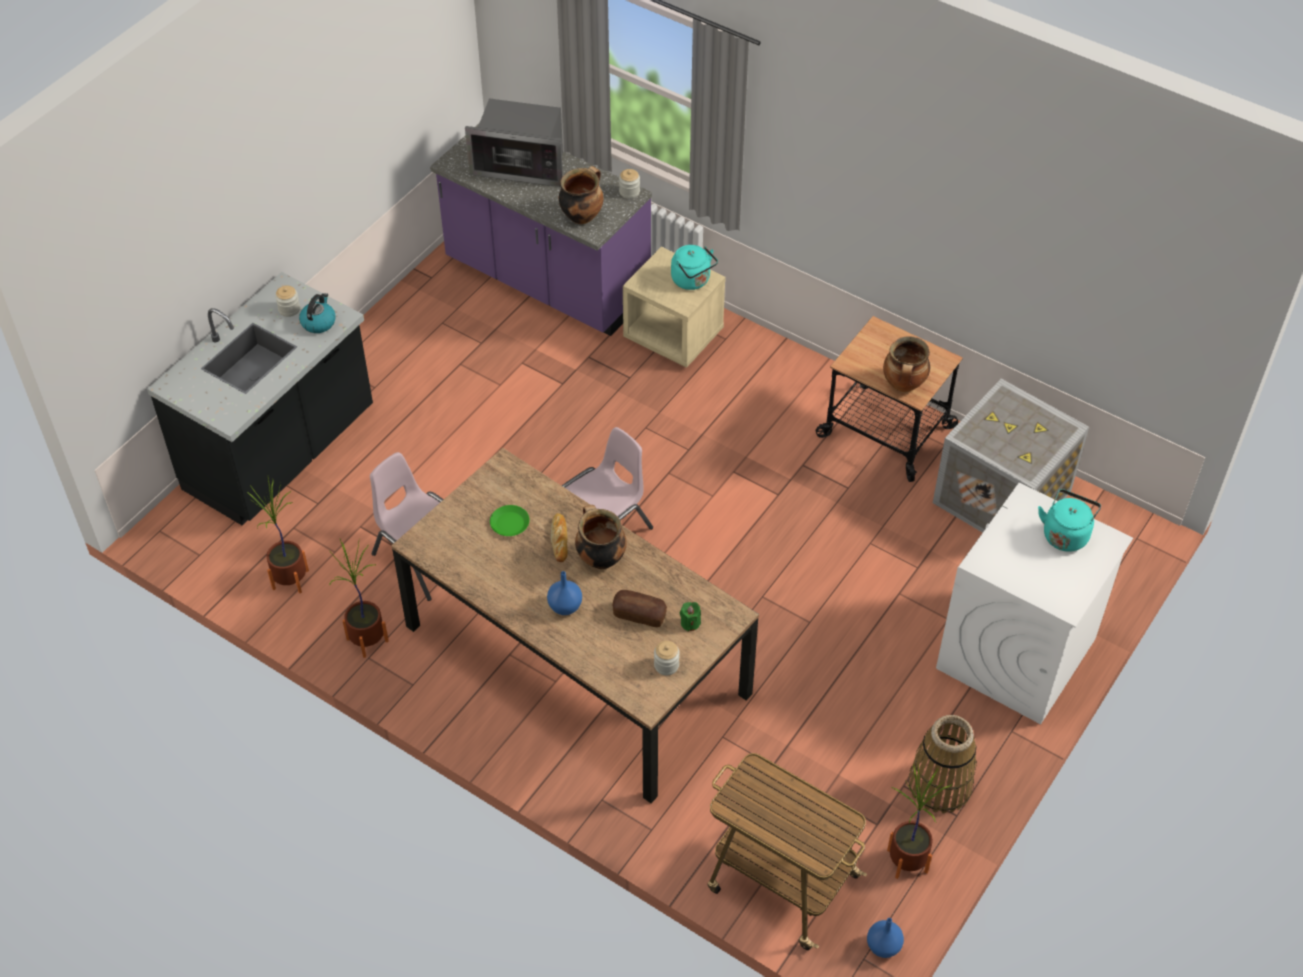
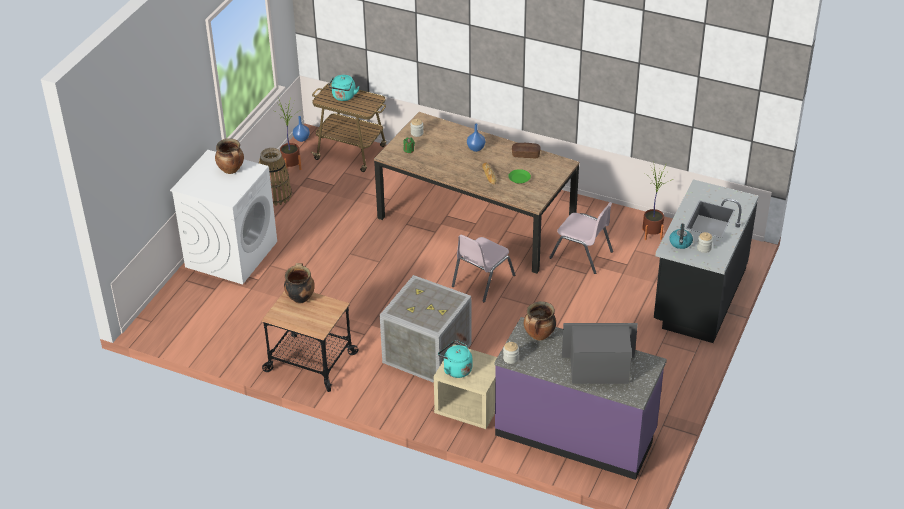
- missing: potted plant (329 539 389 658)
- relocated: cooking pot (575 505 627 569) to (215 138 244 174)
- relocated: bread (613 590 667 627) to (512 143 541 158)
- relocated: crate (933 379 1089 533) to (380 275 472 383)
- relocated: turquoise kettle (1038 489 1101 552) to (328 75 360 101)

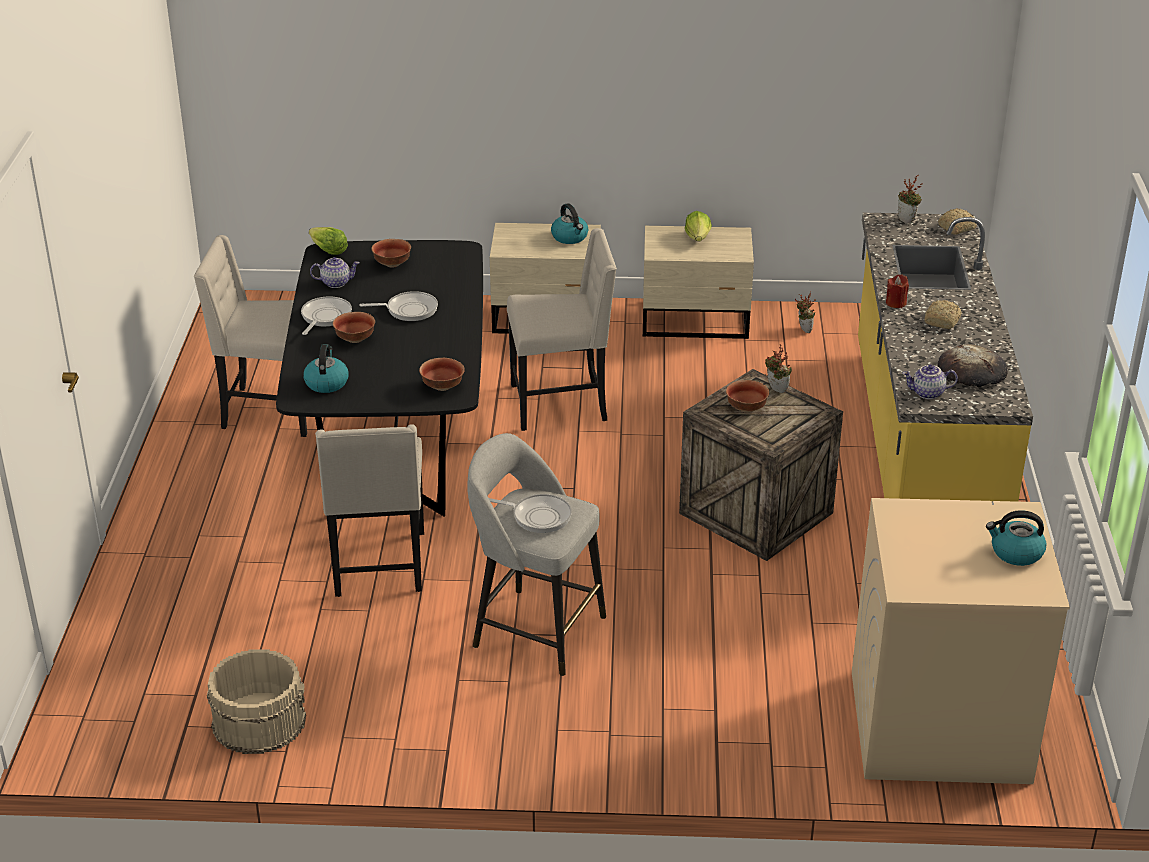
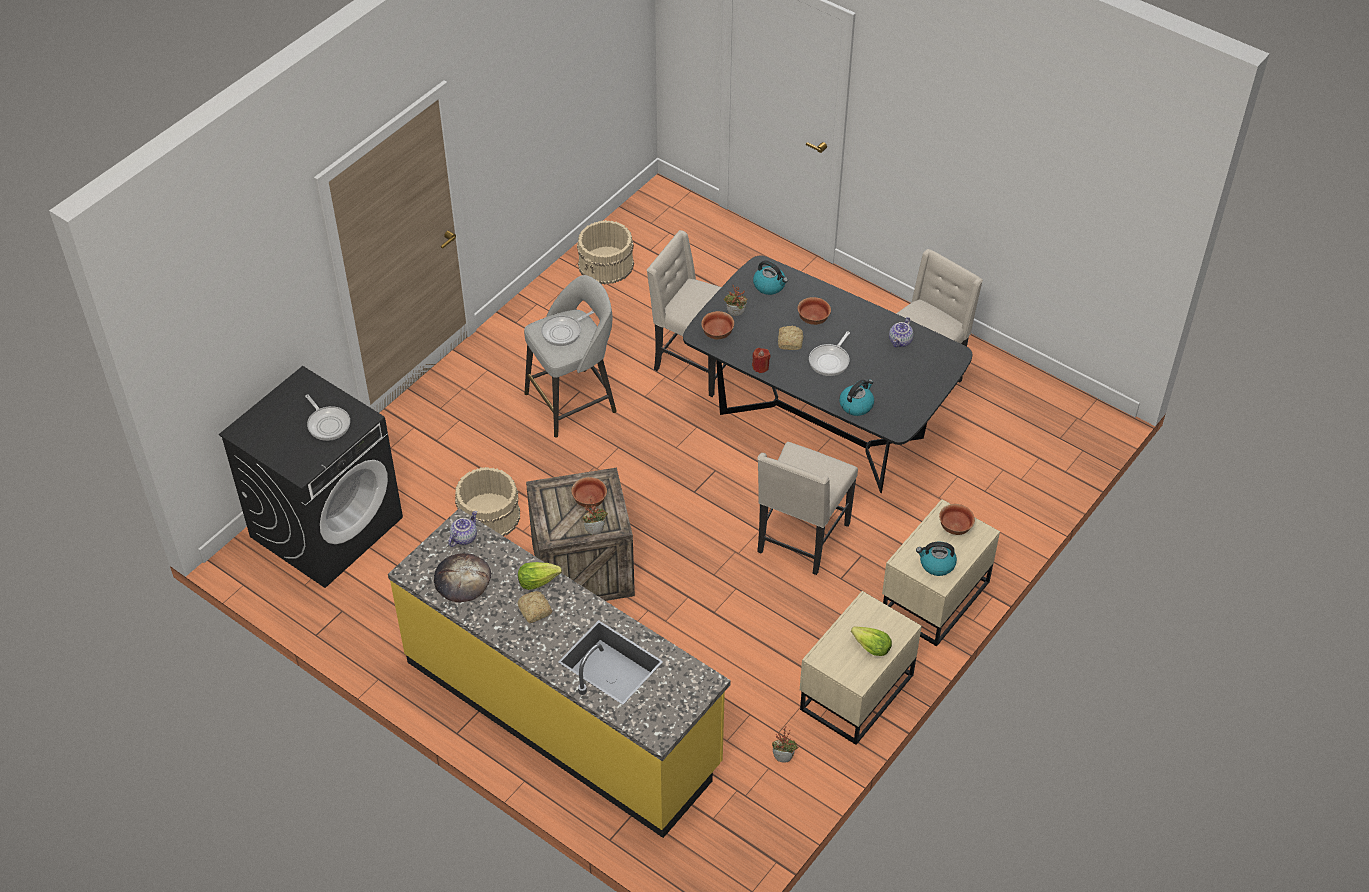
- appeared: beige bucket (455 467 520 536)
- relocated: frying pan (301 296 352 335) to (305 394 350 441)
- relocated: lettuce (309 227 348 255) to (518 562 562 590)
- relocated: bowl (371 239 411 268) to (939 504 975 535)
- relocated: red candle (886 274 909 308) to (752 348 770 373)
- relocated: potted plant (898 175 922 224) to (724 284 747 316)
- relocated: bread (938 208 977 235) to (778 326 803 350)
- relocated: kettle (986 510 1047 566) to (839 379 874 416)
- colour: beige washing machine (852 498 1070 784) to black washing machine (219 366 403 588)

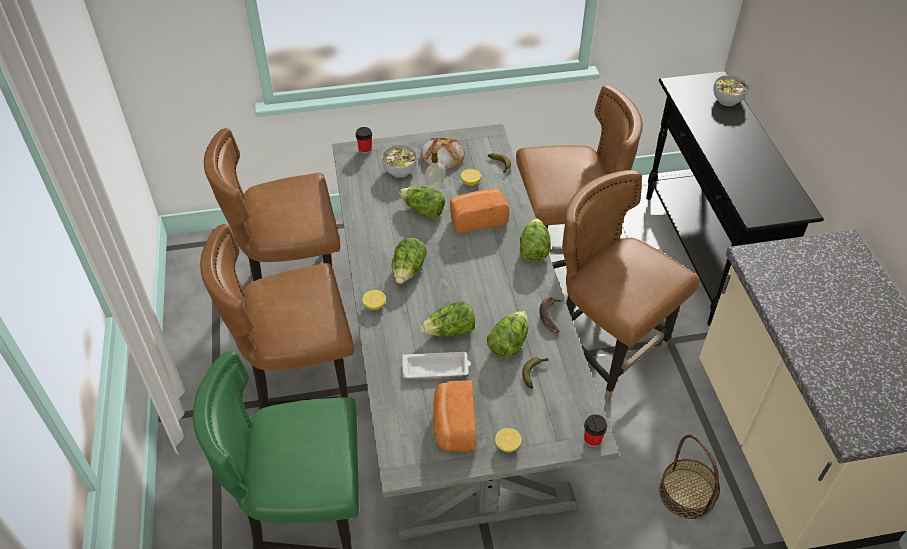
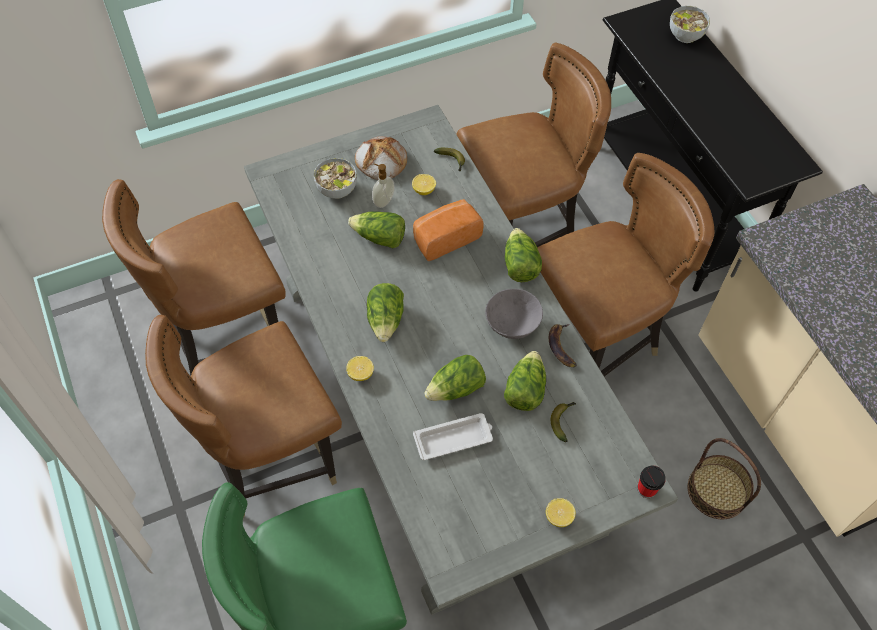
- missing: cup (355 127 372 154)
- missing: bread (433 380 476 452)
- appeared: grey bowl (485 289 543 339)
- spun: brown chair (562 170 700 401) = (537 153 714 376) 120 degrees clockwise

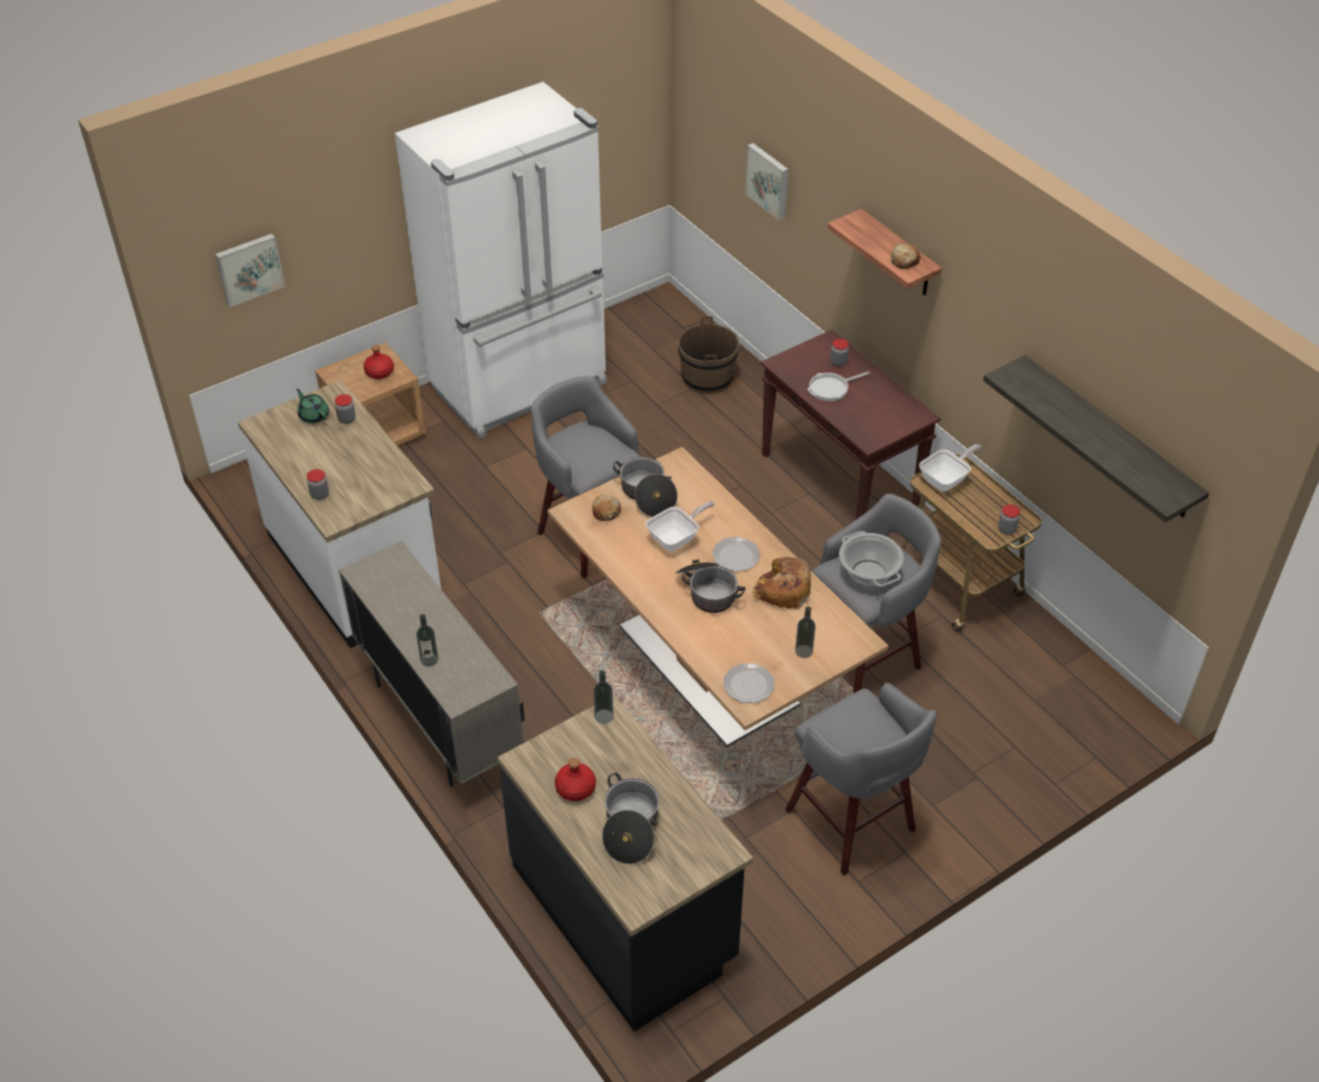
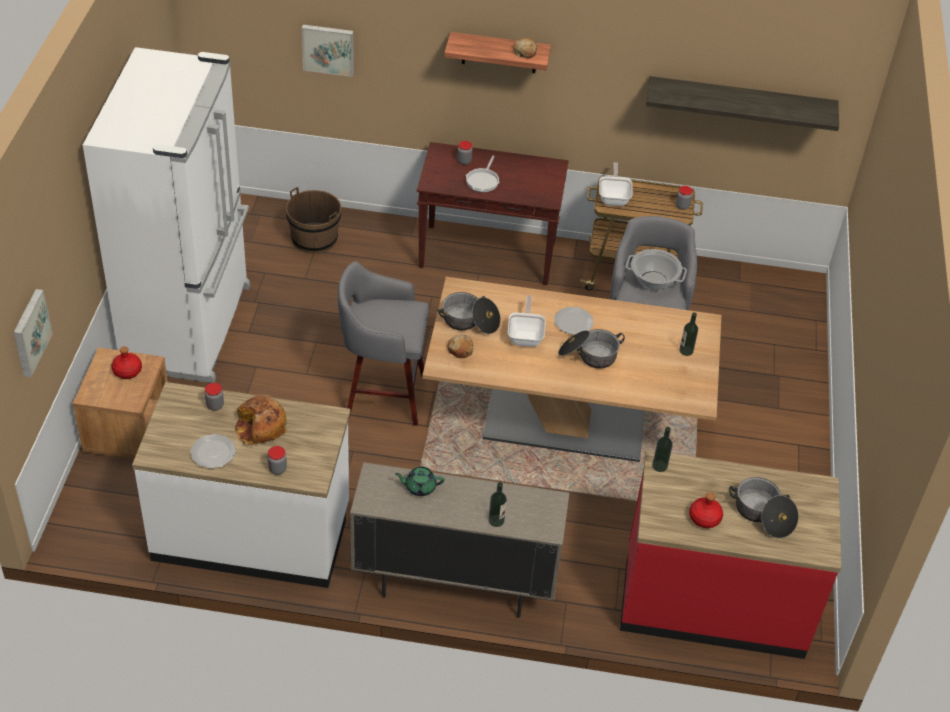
- missing: grey stool (785 683 937 876)
- relocated: green teapot (296 389 329 423) to (395 467 444 496)
- relocated: plate (724 663 775 703) to (190 434 236 469)
- relocated: bread (752 557 811 609) to (235 394 287 446)
- colour: black counter (497 695 753 1032) to red counter (620 450 841 659)

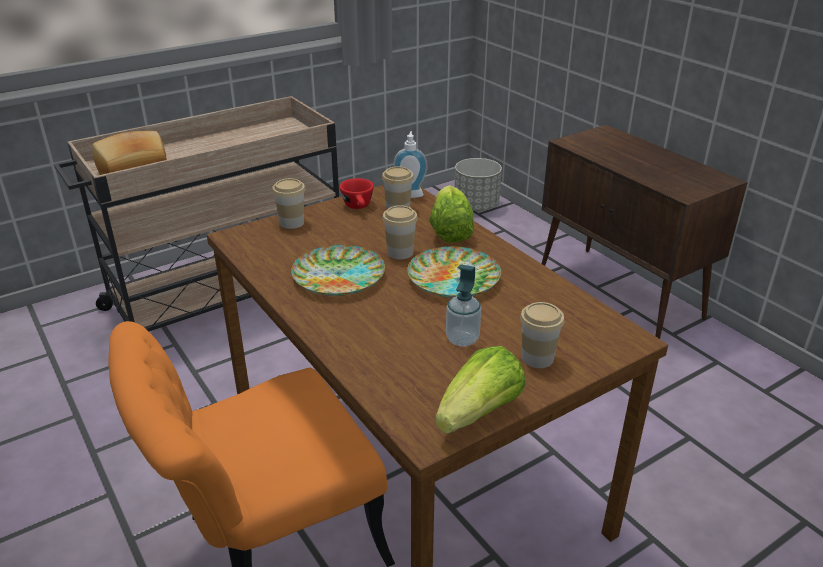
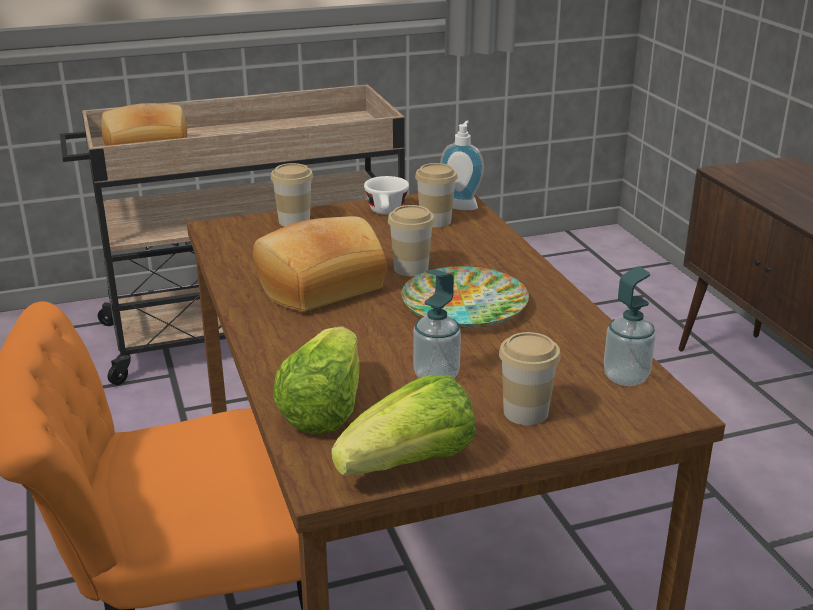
- missing: grey planter (454 158 502 211)
- appeared: soap dispenser (604 267 656 386)
- relocated: lettuce (429 185 474 243) to (273 326 359 434)
- exchanged: plate (291 245 385 296) to bread (253 216 387 312)
- colour: red cup (340 178 374 209) to white cup (364 176 409 215)

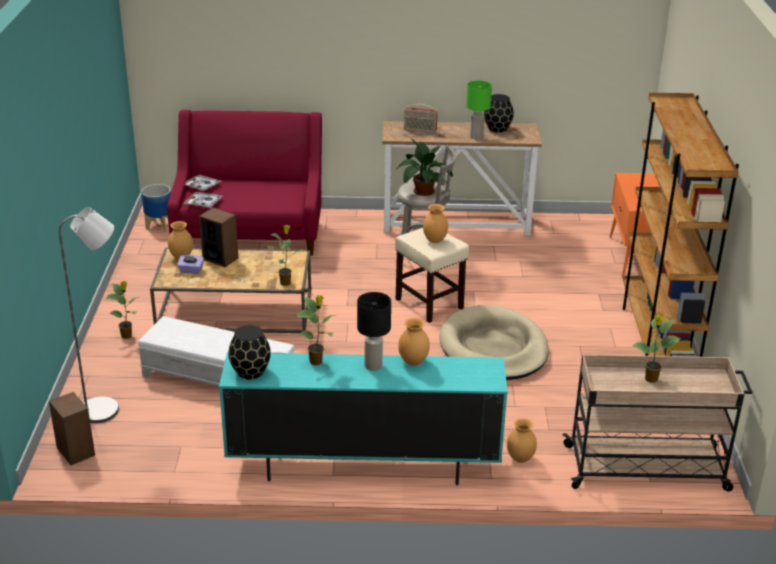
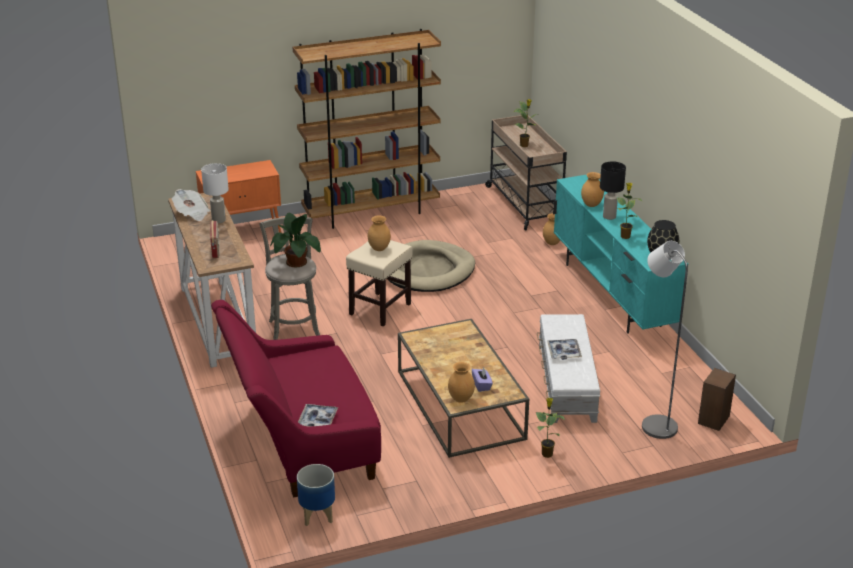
- missing: speaker (199 208 238 267)
- missing: potted plant (265 225 305 286)
- relocated: tray (184 192 222 208) to (547 339 582 360)
- exchanged: black vase (484 94 514 133) to newspaper (172 189 210 221)
- colour: green table lamp (466 80 492 140) to white table lamp (201 163 229 223)

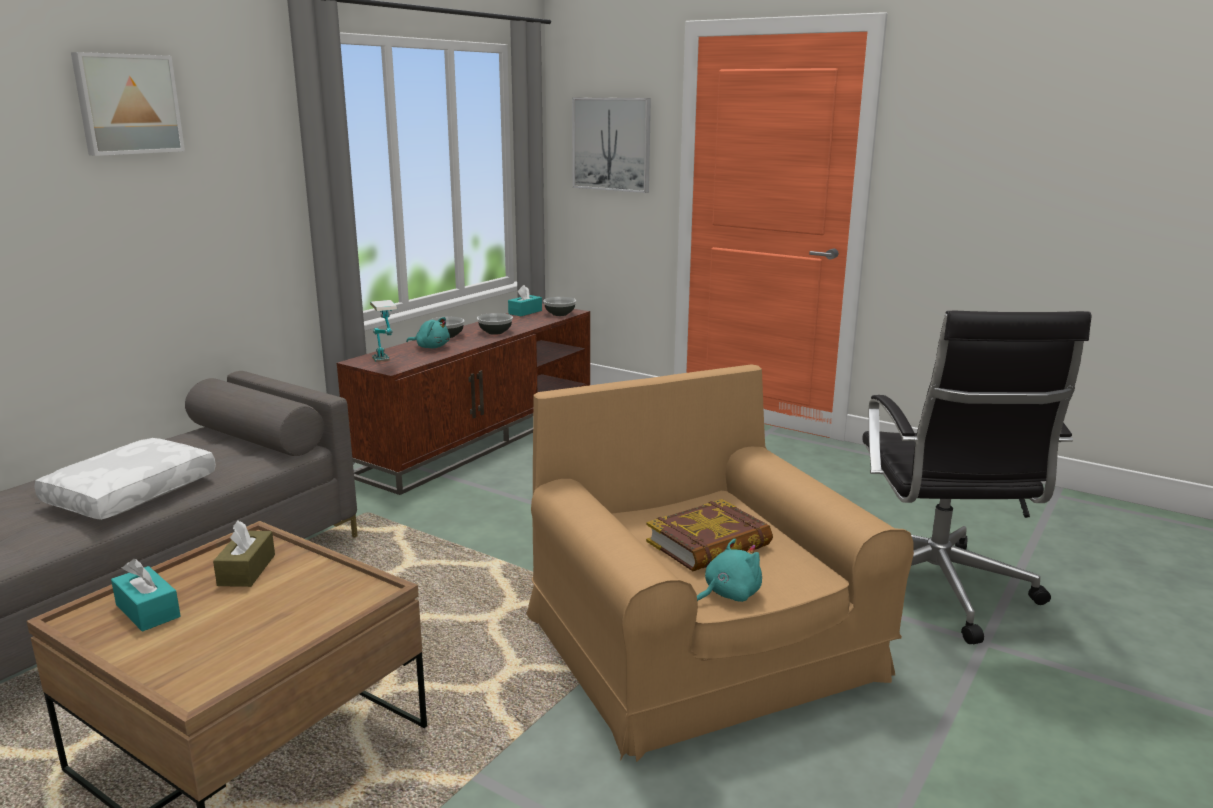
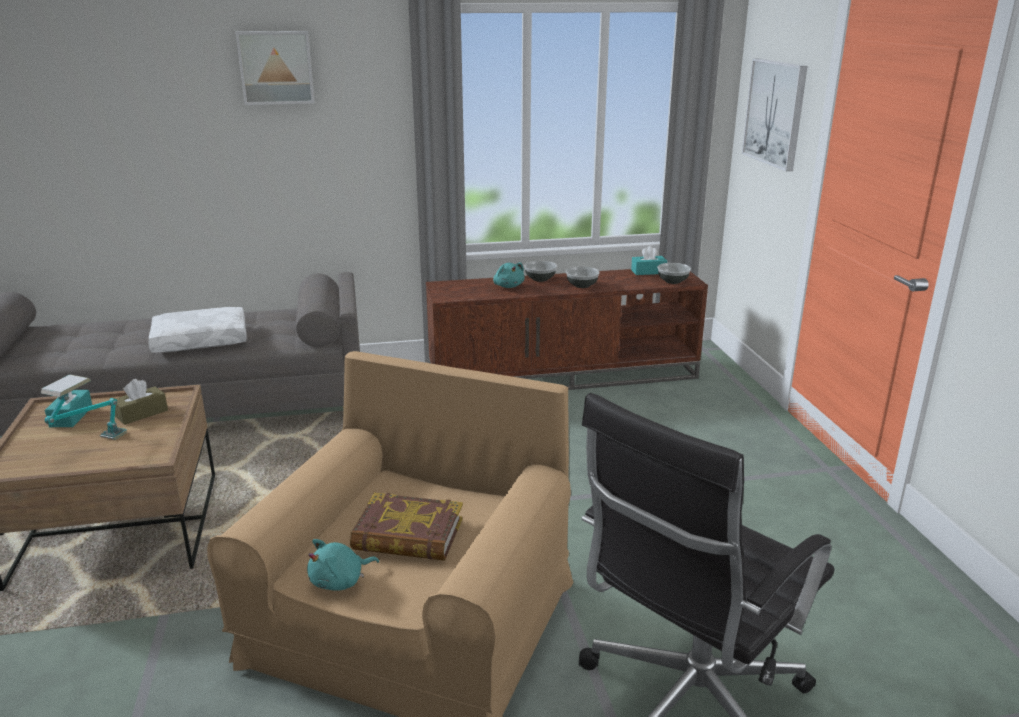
- relocated: table lamp (370 300 397 362) to (41 374 127 440)
- spun: turquoise plush toy (697 539 762 602) = (307 539 379 591) 135 degrees clockwise

